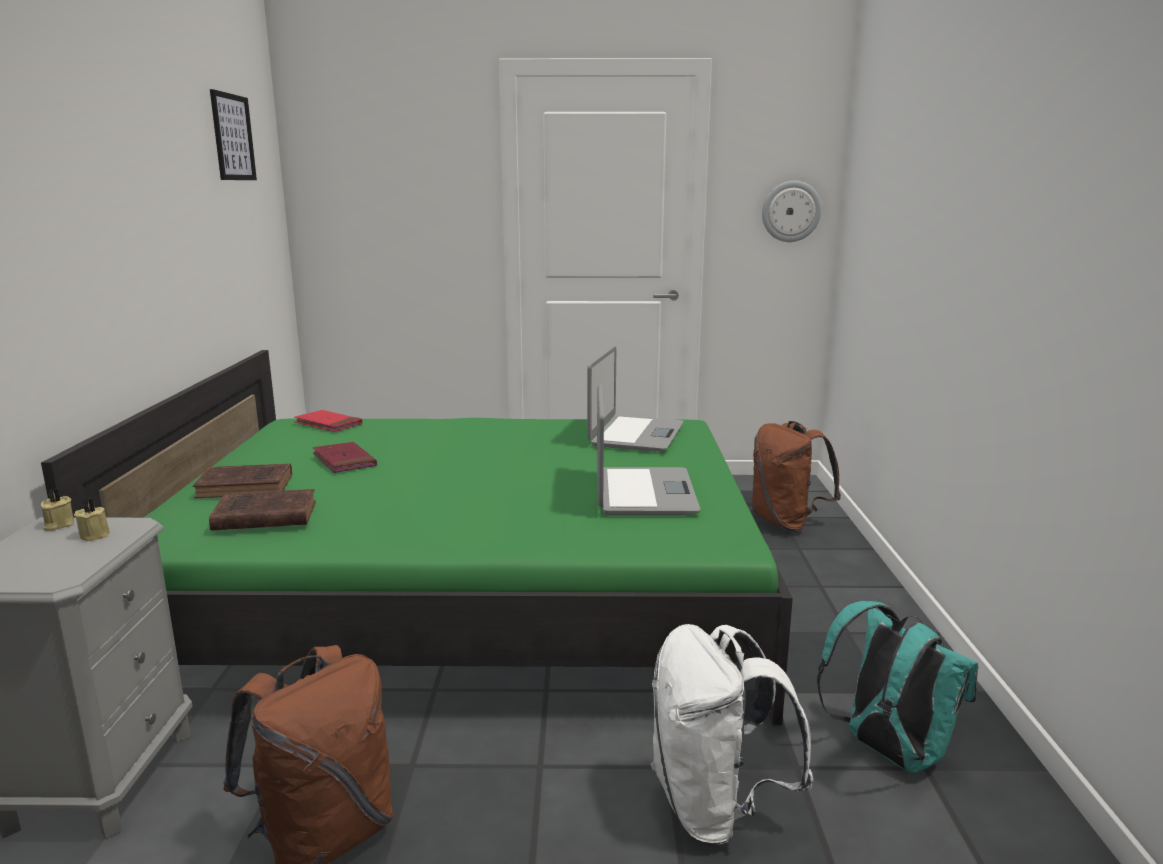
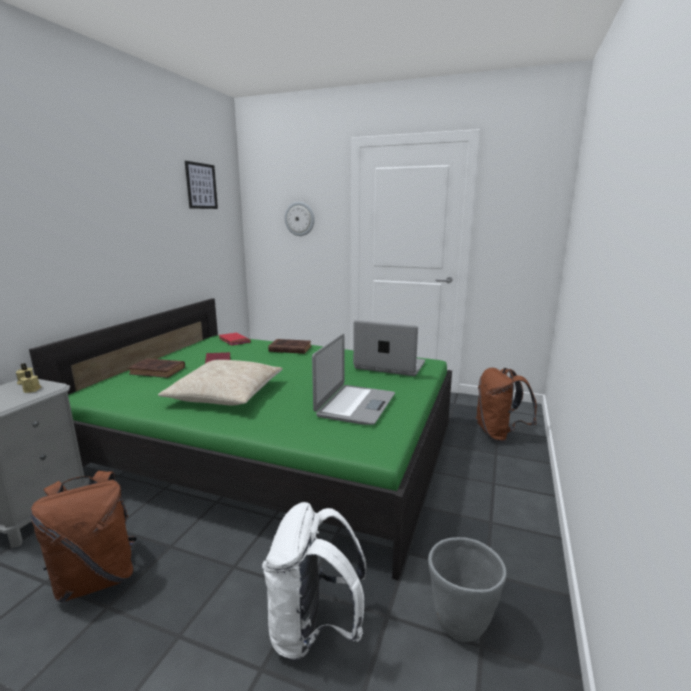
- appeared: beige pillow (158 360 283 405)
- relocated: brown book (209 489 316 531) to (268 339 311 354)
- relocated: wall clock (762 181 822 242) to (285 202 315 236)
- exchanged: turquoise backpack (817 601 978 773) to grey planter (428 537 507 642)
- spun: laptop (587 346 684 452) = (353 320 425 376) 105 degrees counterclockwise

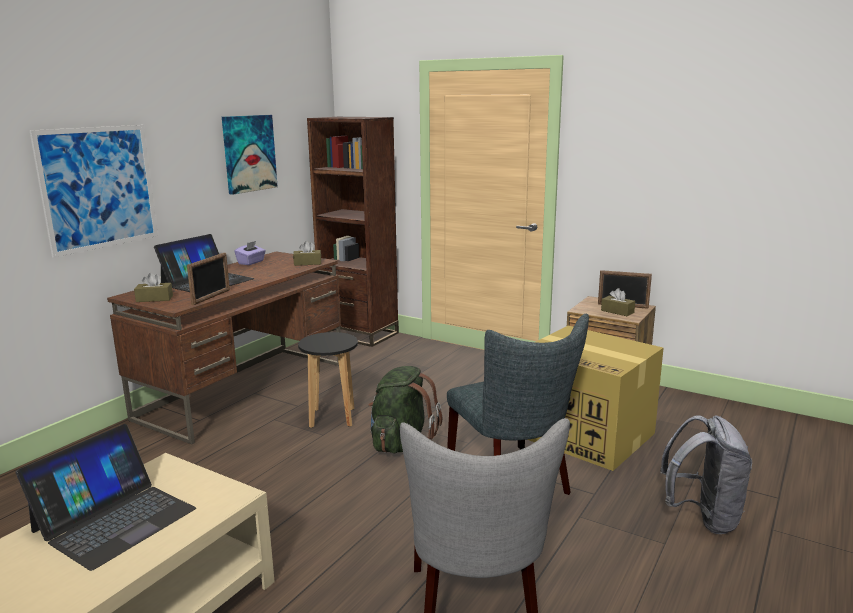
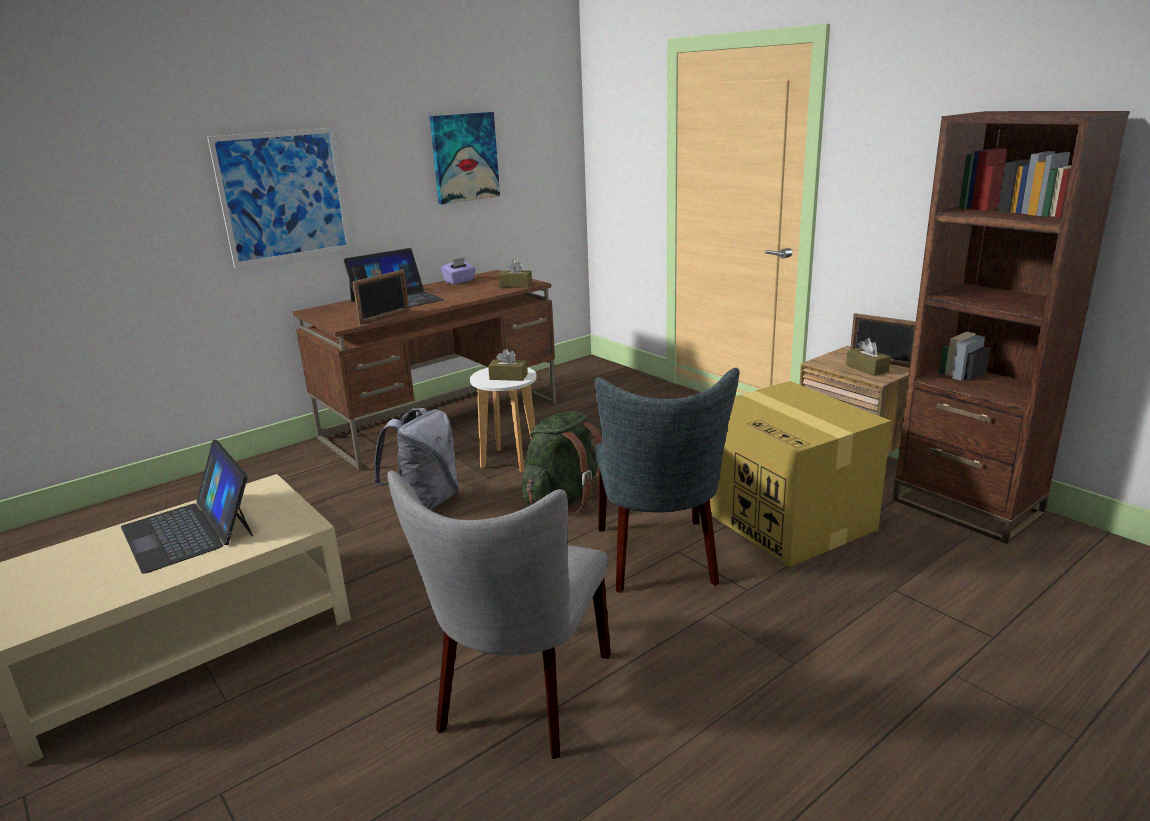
- relocated: brown tissue box (134 273 173 302) to (488 349 528 381)
- relocated: brown bookcase (307 117 399 347) to (893 111 1130 544)
- relocated: grey backpack (660 415 752 534) to (374 408 459 510)
- colour: black stool (298 332 358 428) to white stool (470 367 537 473)
- spun: laptop (16 424 196 571) = (121 440 253 574) 90 degrees clockwise

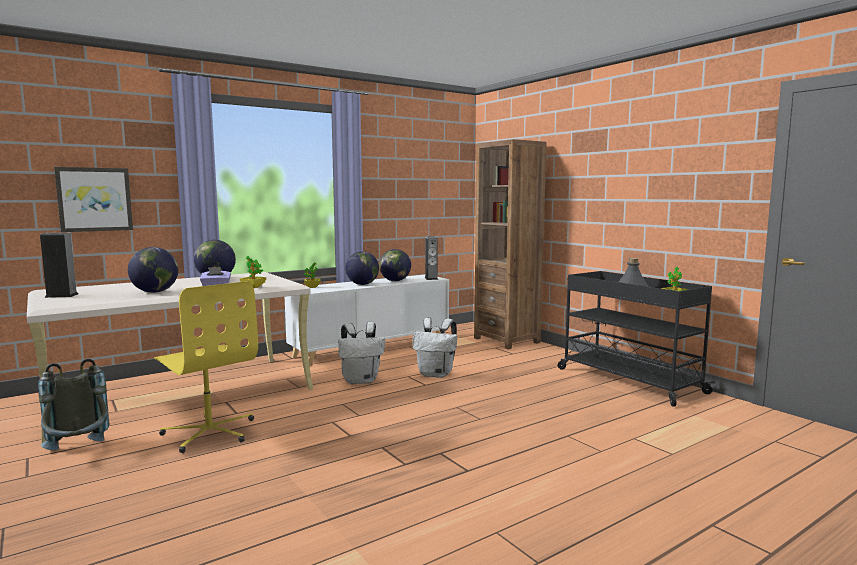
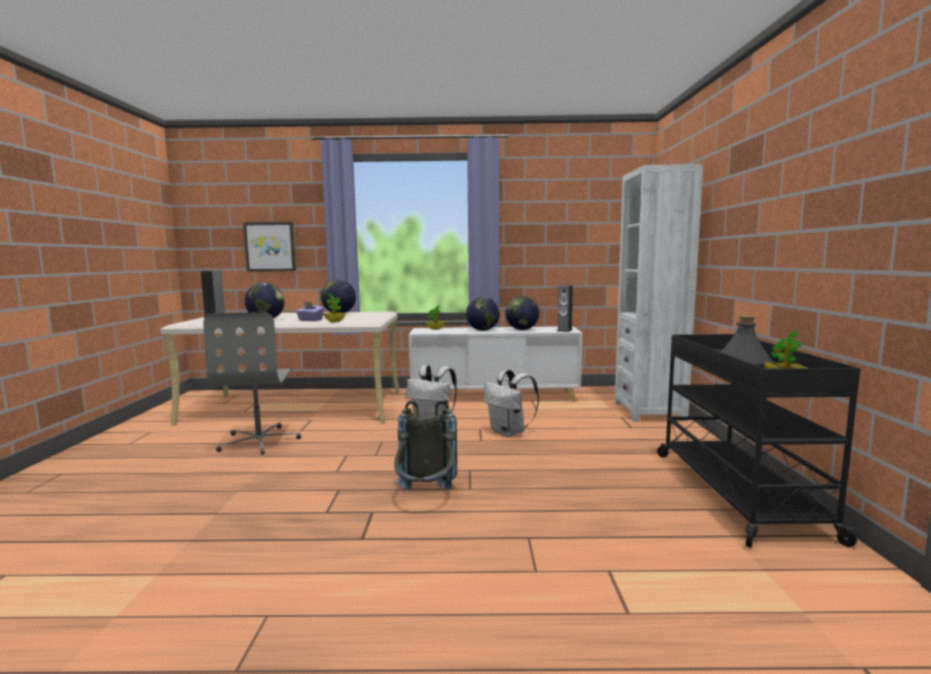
- relocated: grey backpack (38 359 109 451) to (394 401 457 490)
- colour: yellow office chair (154 281 258 453) to grey office chair (203 312 301 455)
- colour: brown bookcase (474 139 547 350) to white bookcase (615 164 703 422)

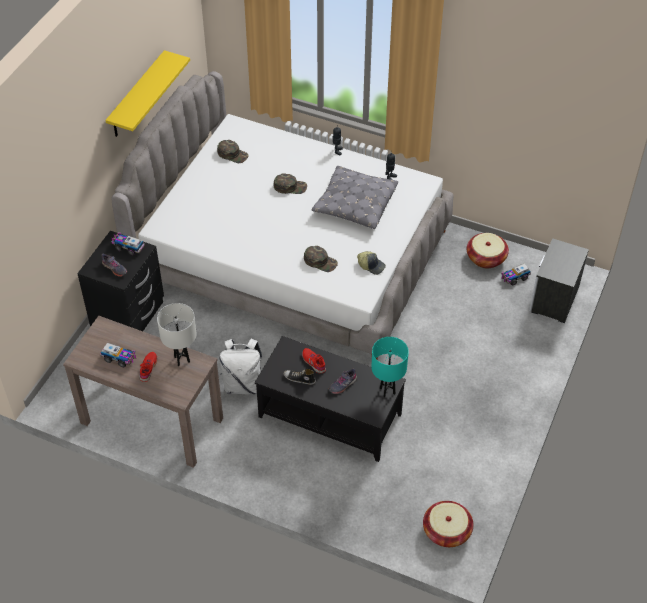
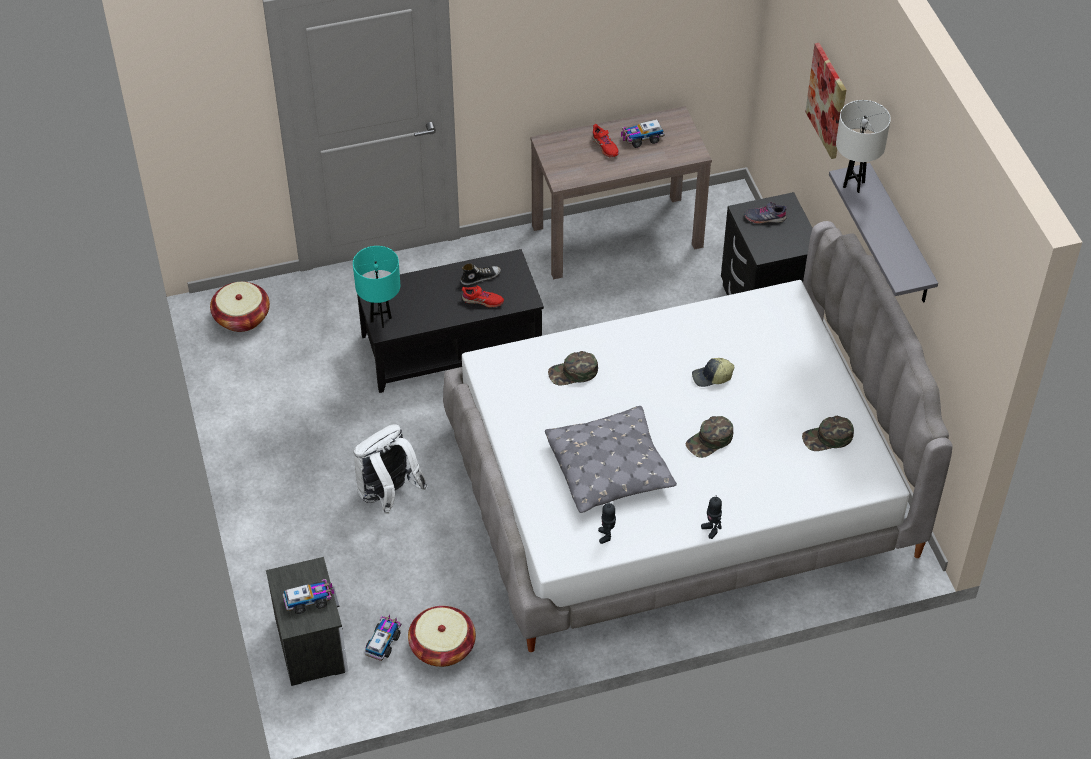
- missing: grey shoe (329 368 357 394)
- appeared: picture (805 43 846 159)
- relocated: toy truck (112 232 145 255) to (283 579 334 614)
- relocated: white table lamp (157 303 197 366) to (836 100 891 193)
- relocated: white backpack (219 339 262 394) to (353 424 428 514)
- relocated: cap (357 251 386 275) to (692 358 734 387)
- colour: yellow shelf (105 50 190 137) to grey shelf (829 163 938 303)

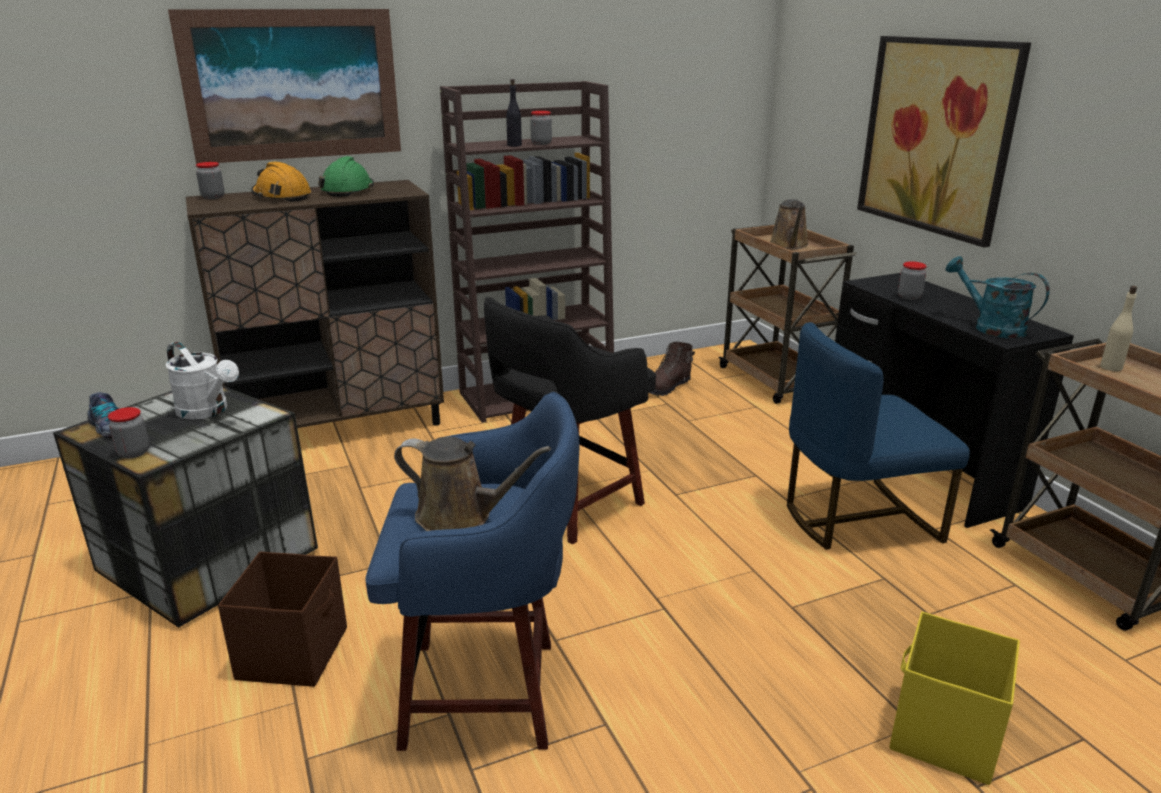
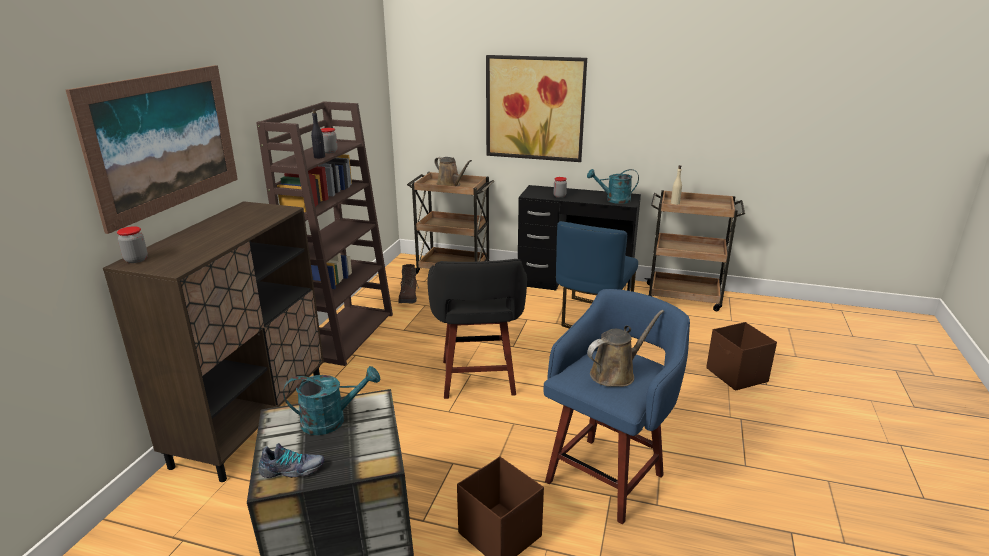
- missing: jar (108 407 149 458)
- missing: orange hard hat (252 161 311 202)
- missing: green hard hat (318 156 374 197)
- colour: white watering can (165 342 239 420) to turquoise watering can (283 366 380 435)
- colour: yellow storage box (889 611 1020 785) to brown storage box (706 322 777 391)

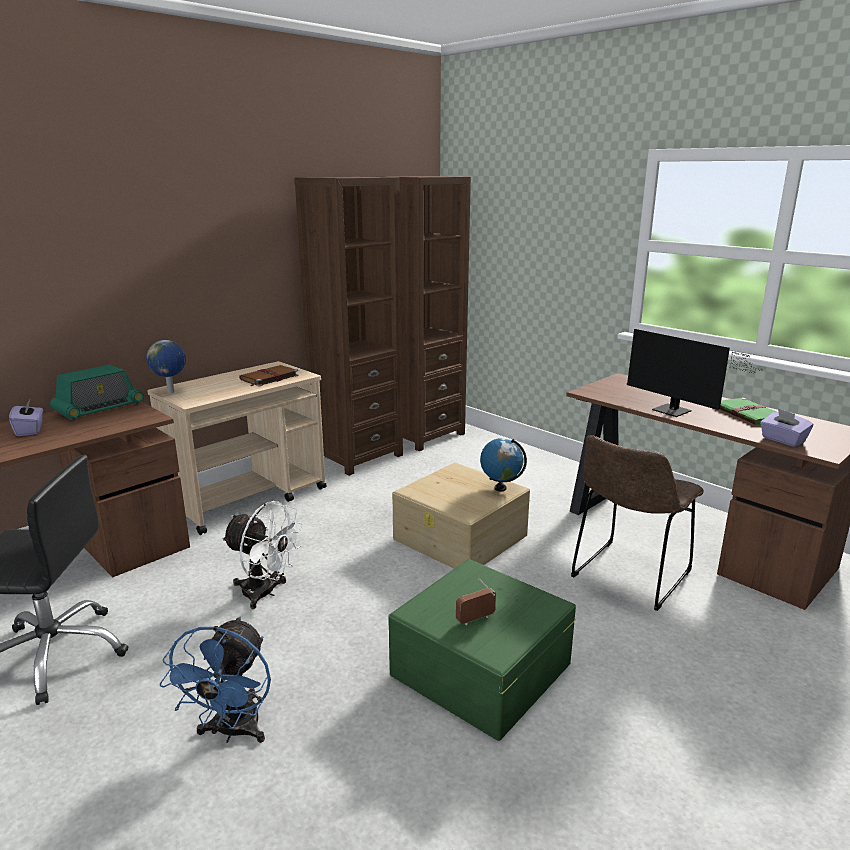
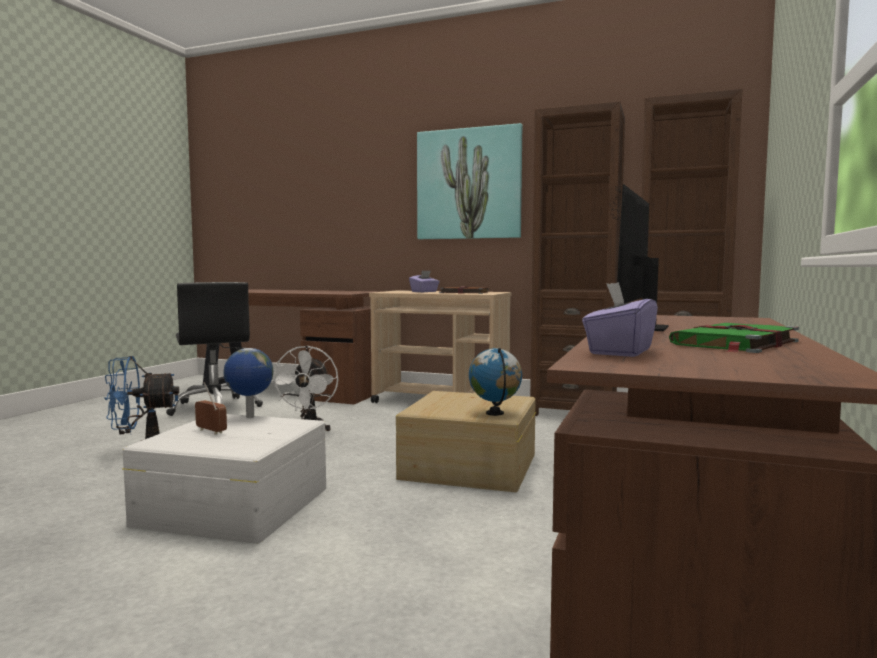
- missing: radio (50 364 144 421)
- missing: brown chair (571 435 704 611)
- appeared: picture (417 123 522 239)
- relocated: purple tissue box (9 398 43 436) to (409 271 440 292)
- relocated: globe (146 340 186 393) to (223 348 273 418)
- colour: green storage box (388 559 576 741) to white storage box (122 414 326 544)

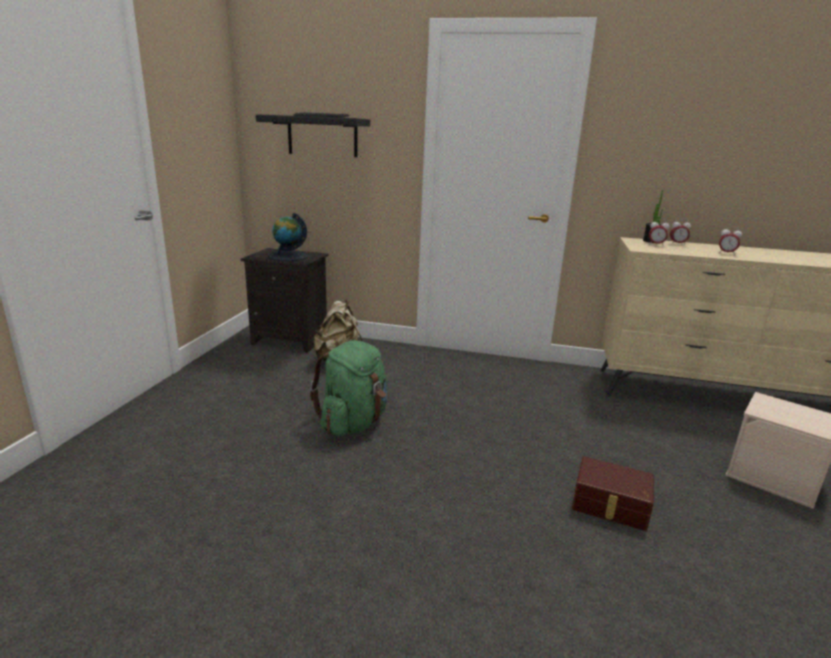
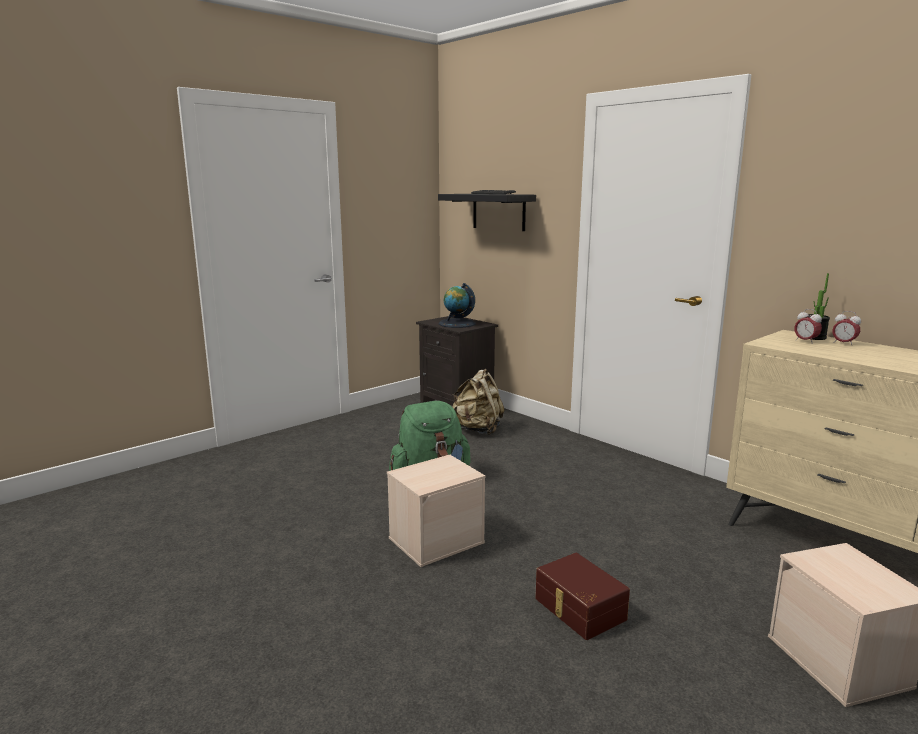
- missing: alarm clock (719 226 742 255)
- appeared: beige storage box (387 455 486 567)

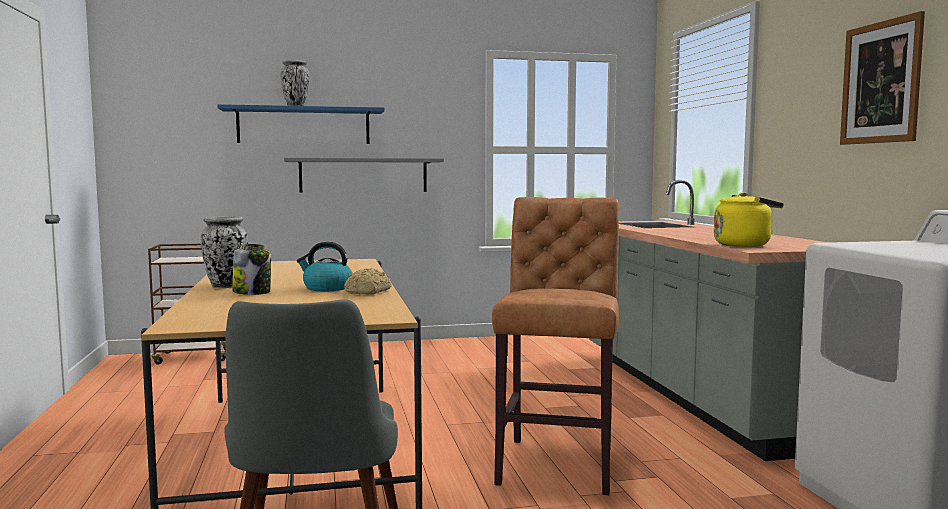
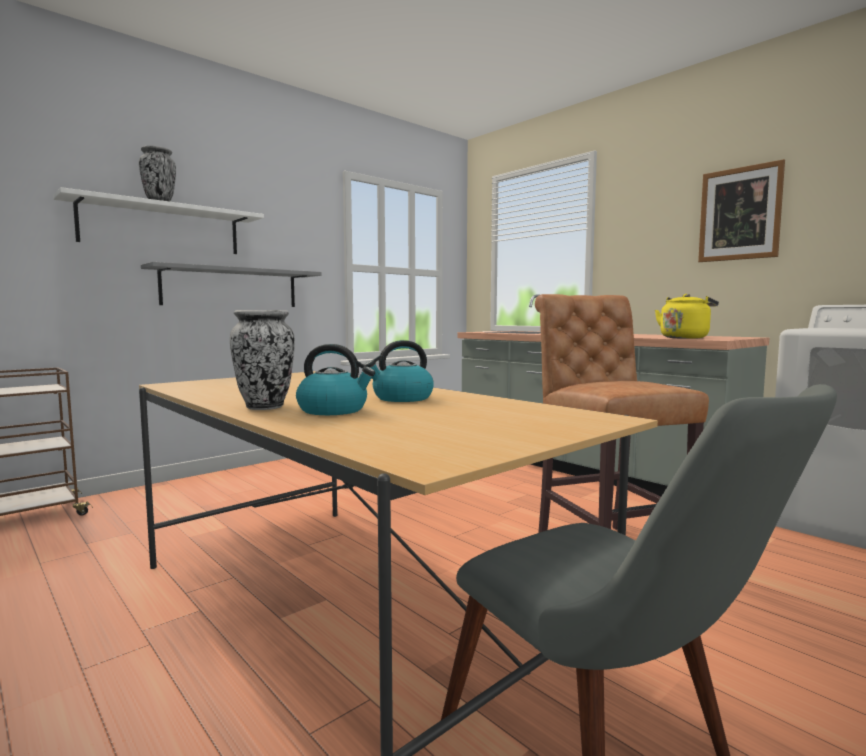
- missing: bread (344 268 392 294)
- exchanged: jar (232 244 271 295) to kettle (296 344 375 415)
- colour: blue shelf (217 104 385 144) to white shelf (53 187 264 254)

